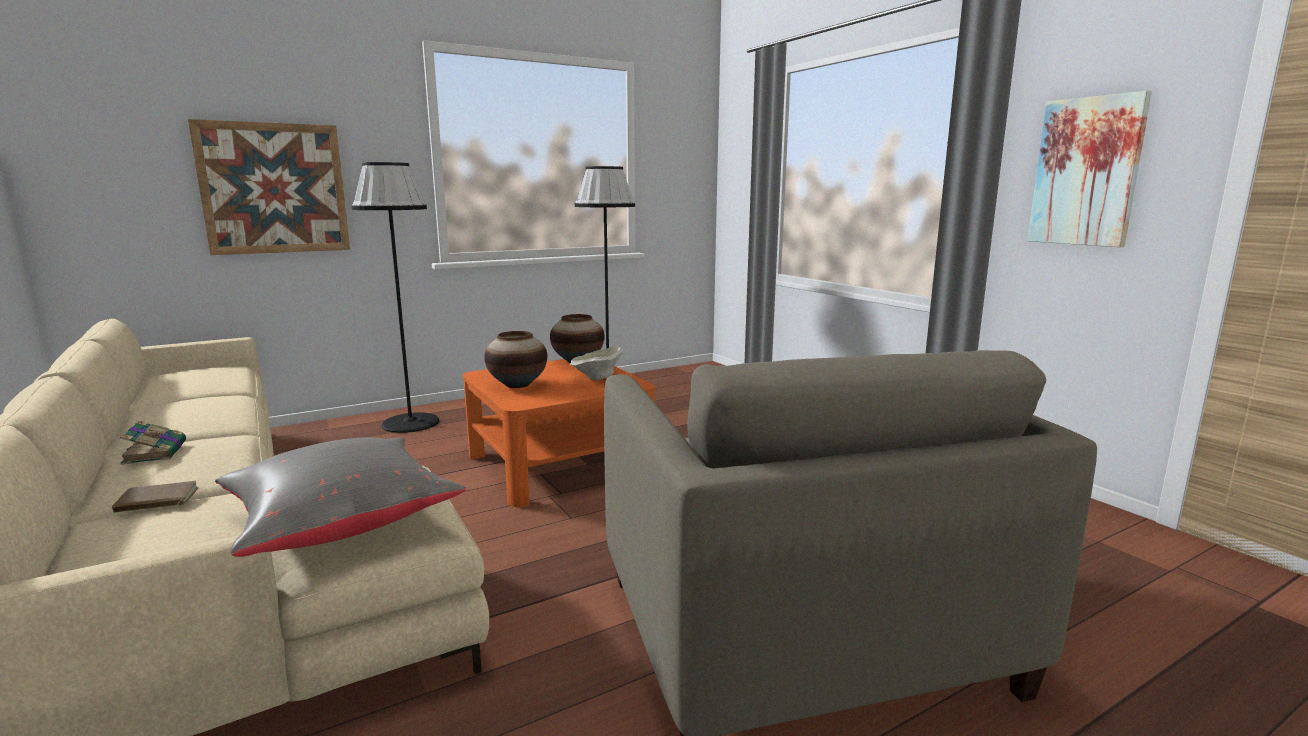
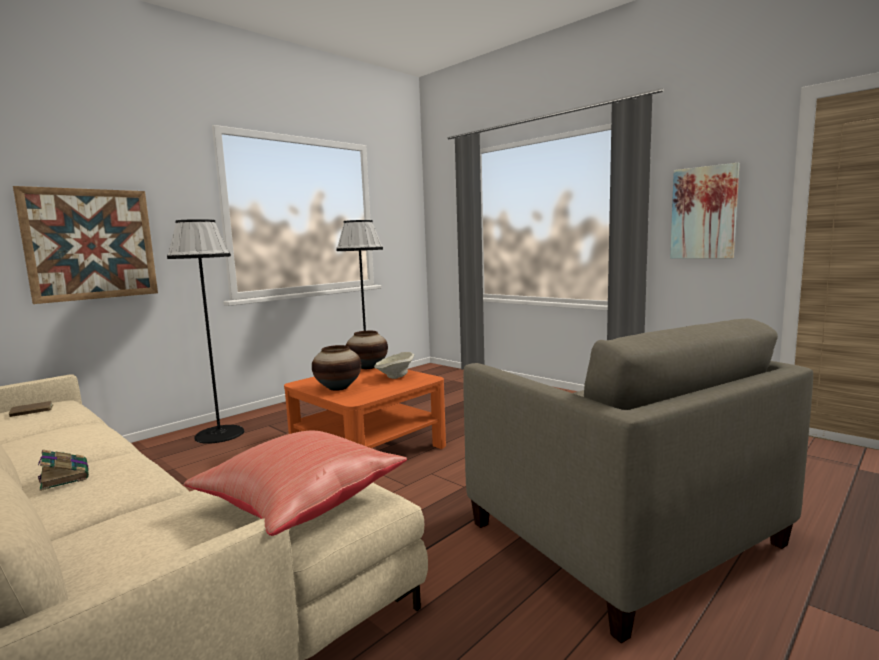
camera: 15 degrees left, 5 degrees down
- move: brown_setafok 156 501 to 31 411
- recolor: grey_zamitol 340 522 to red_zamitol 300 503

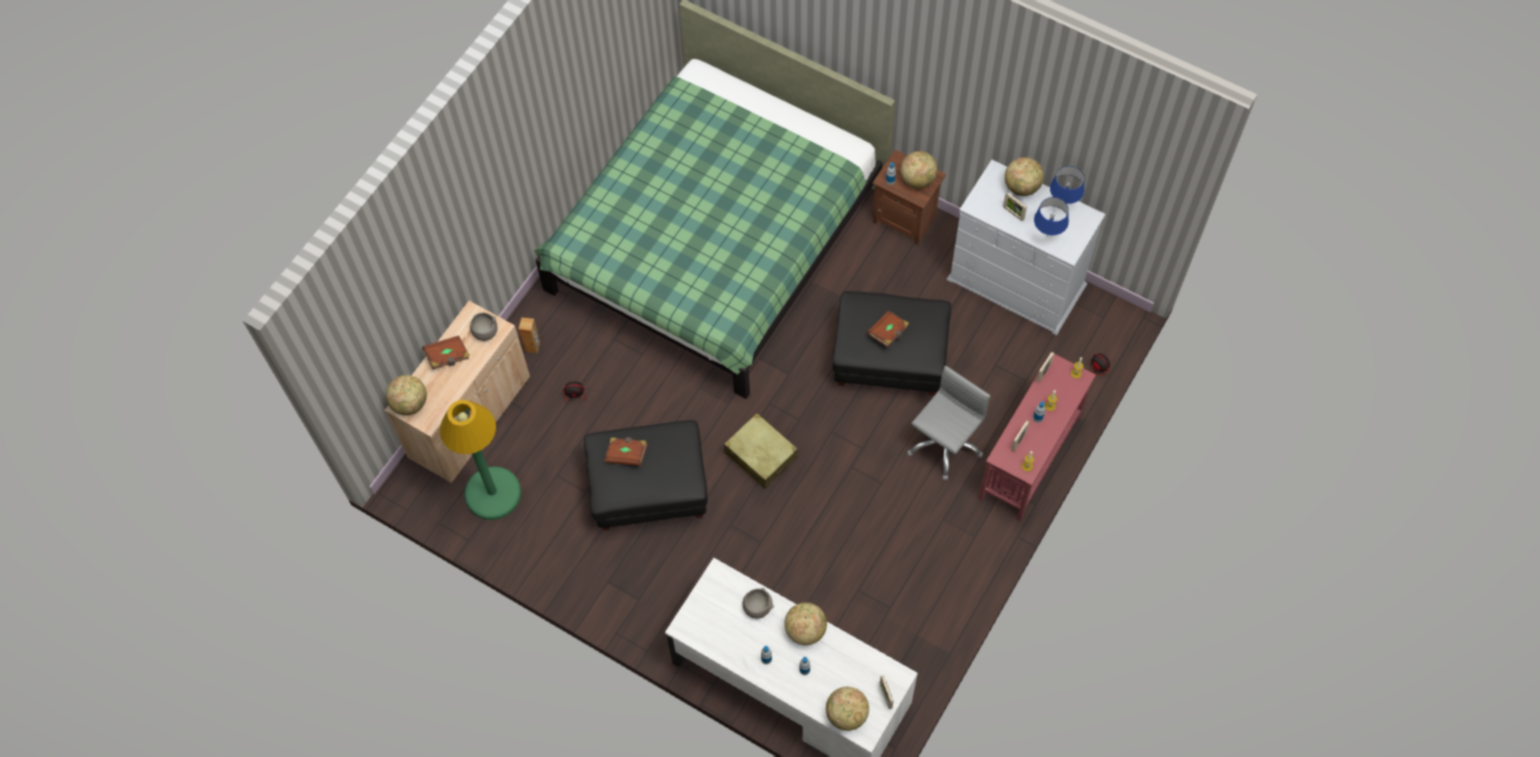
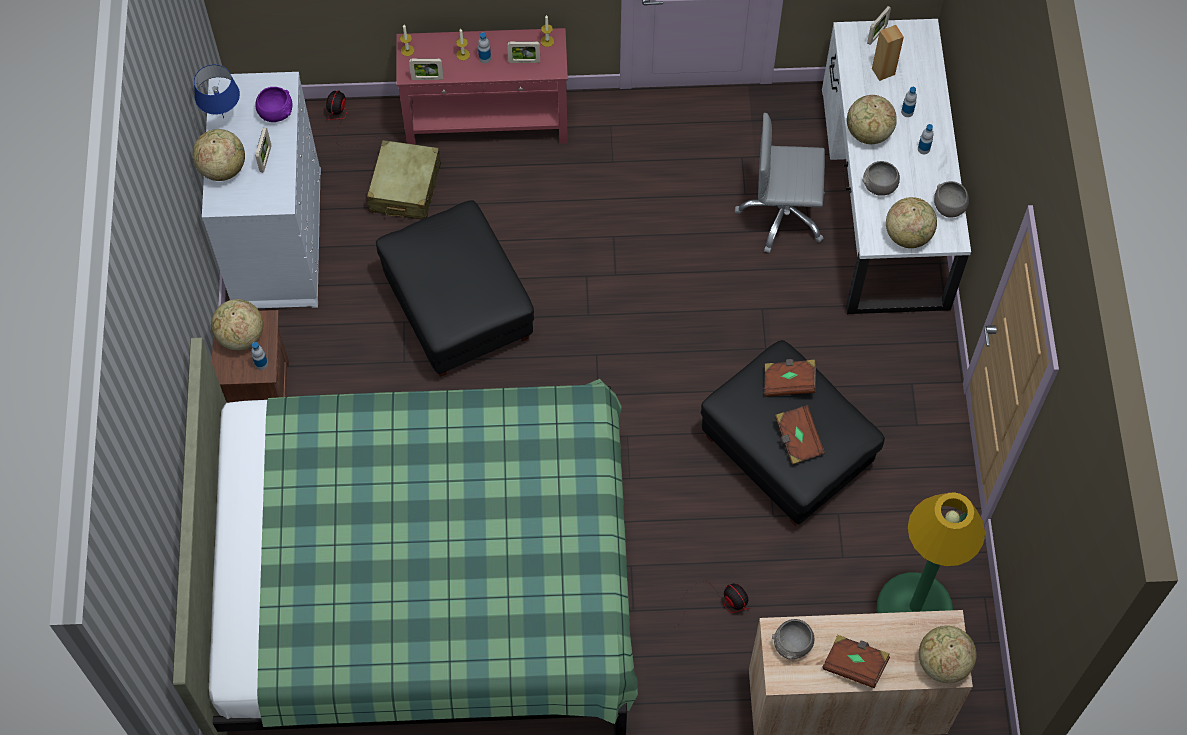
camera: 125 degrees left, 0 degrees up
- insert: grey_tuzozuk 948 206
- move: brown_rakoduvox 533 346 to 883 71
- move: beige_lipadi 760 455 to 405 188
- move: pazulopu 847 714 to 908 235
- move: brown_setafok 888 333 to 789 382
- move: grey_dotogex 944 444 to 782 214
- replace: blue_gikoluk 1047 236 to purple_tuzozuk 276 112

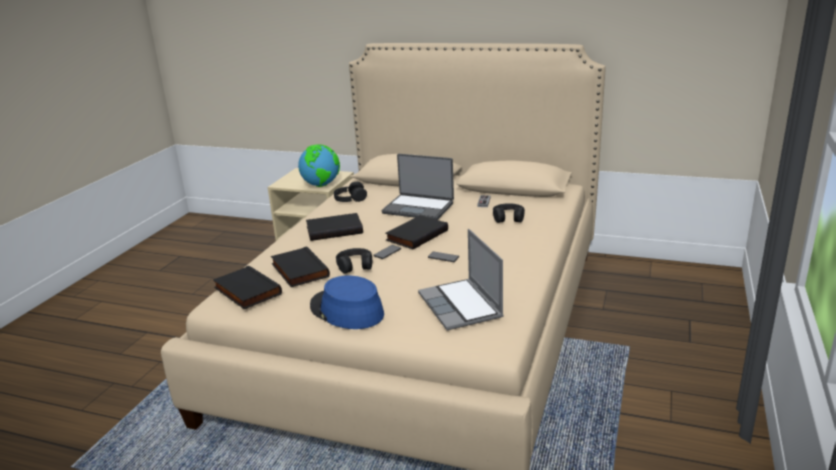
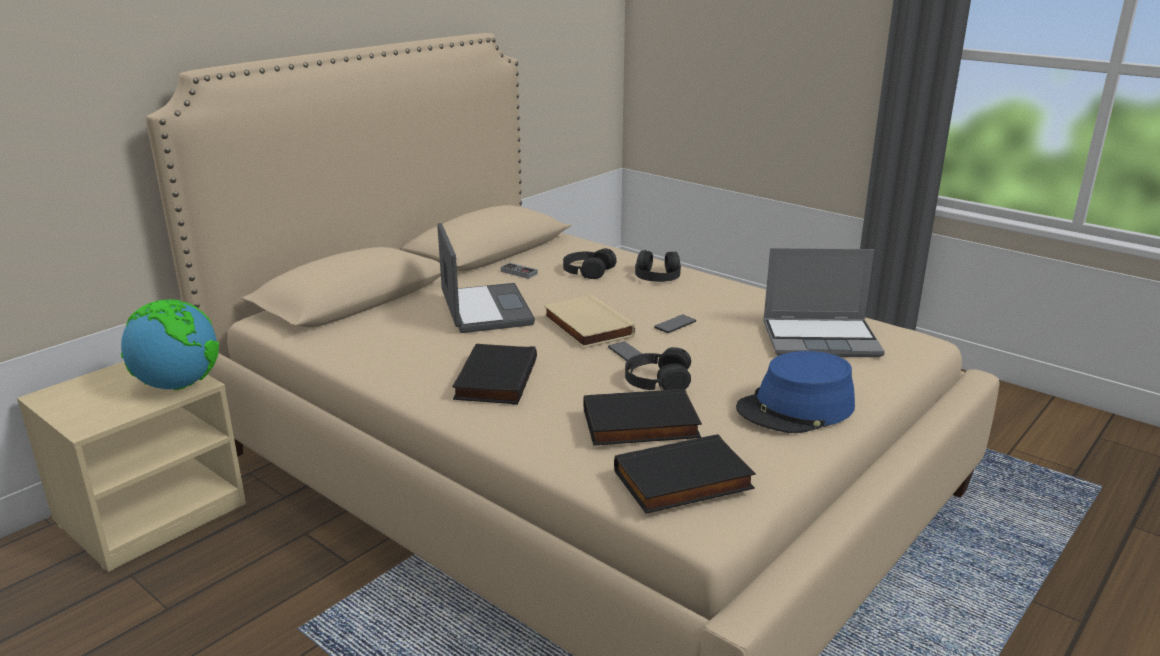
camera: 70 degrees left, 0 degrees up
- move: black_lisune 350 198 to 657 275
- recolor: black_setafok 416 235 to beige_setafok 585 327
- rotate: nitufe 419 208 = 484 310 60 degrees counterclockwise

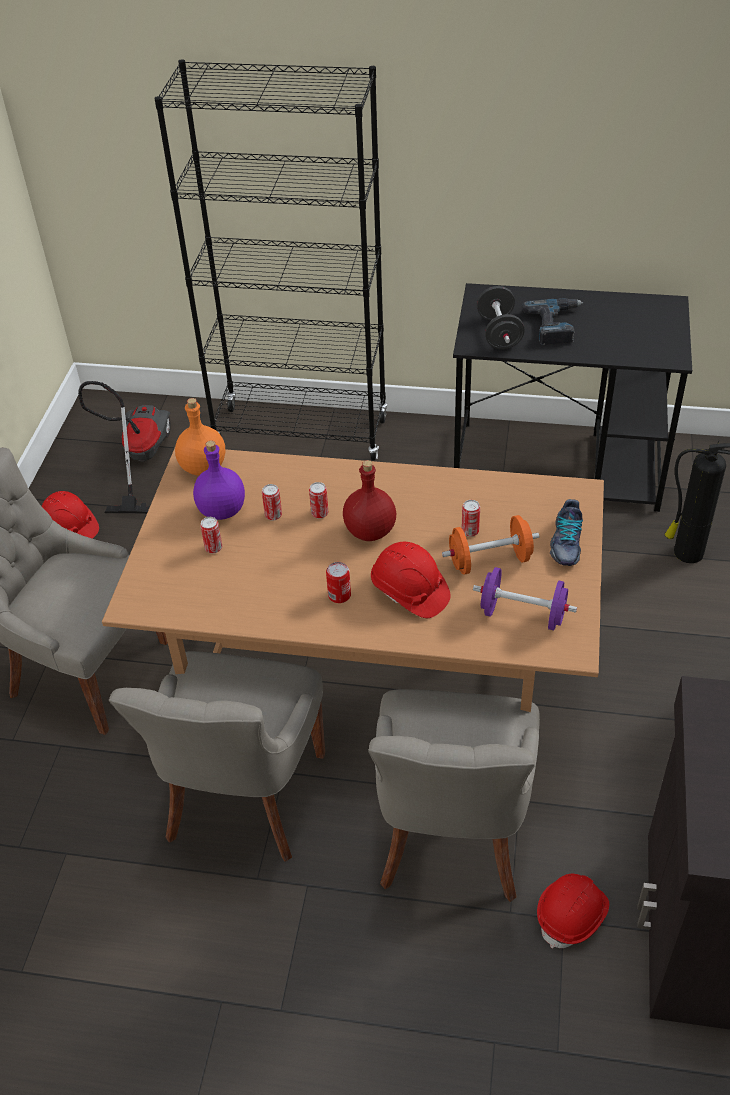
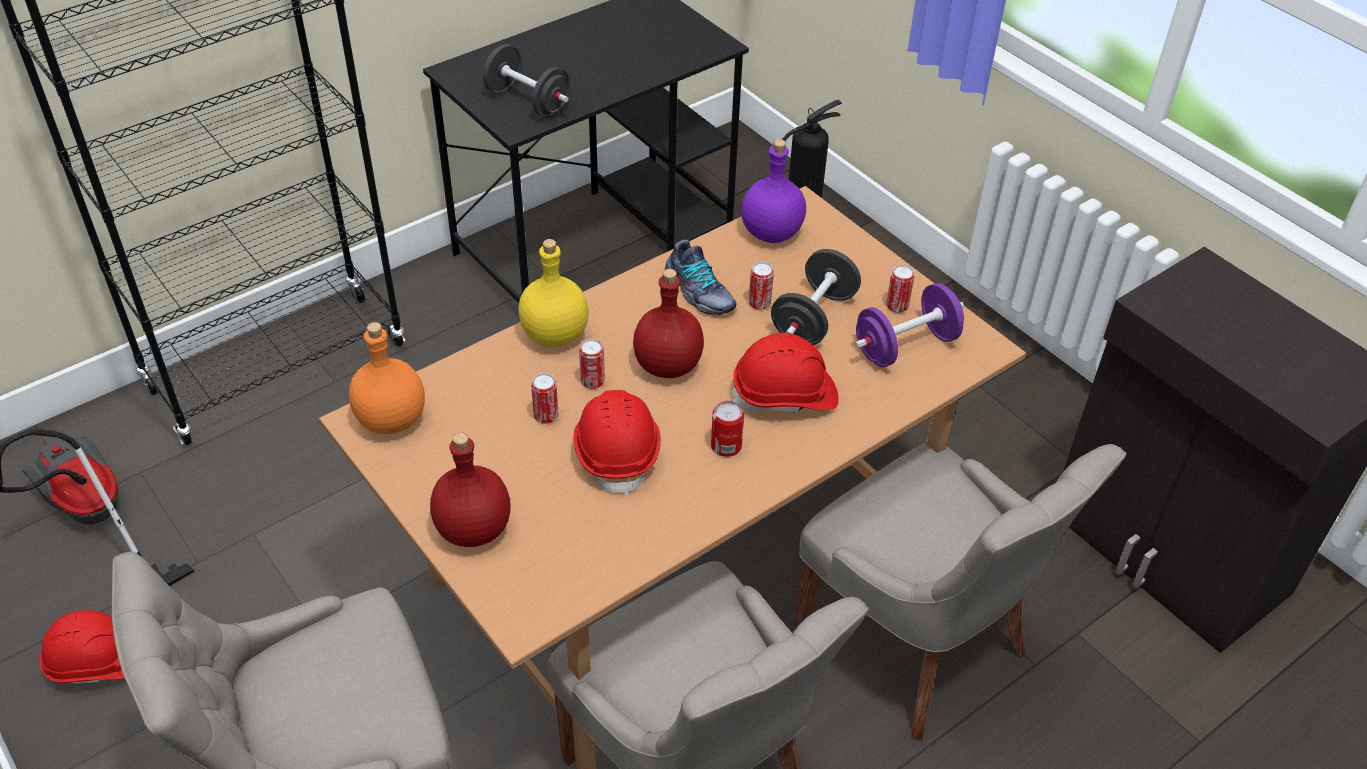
camera: 50 degrees left, 0 degrees up
- delete: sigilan 556 325
- insert: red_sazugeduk 473 530
- insert: yellow_sazugeduk 555 336
- move: purple_sazugeduk 221 511 to 772 233
- move: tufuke 213 548 to 897 306
- move: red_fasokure 572 915 to 617 452
- move: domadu 565 543 to 698 293
- recolor: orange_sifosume 489 561 to black_sifosume 813 318

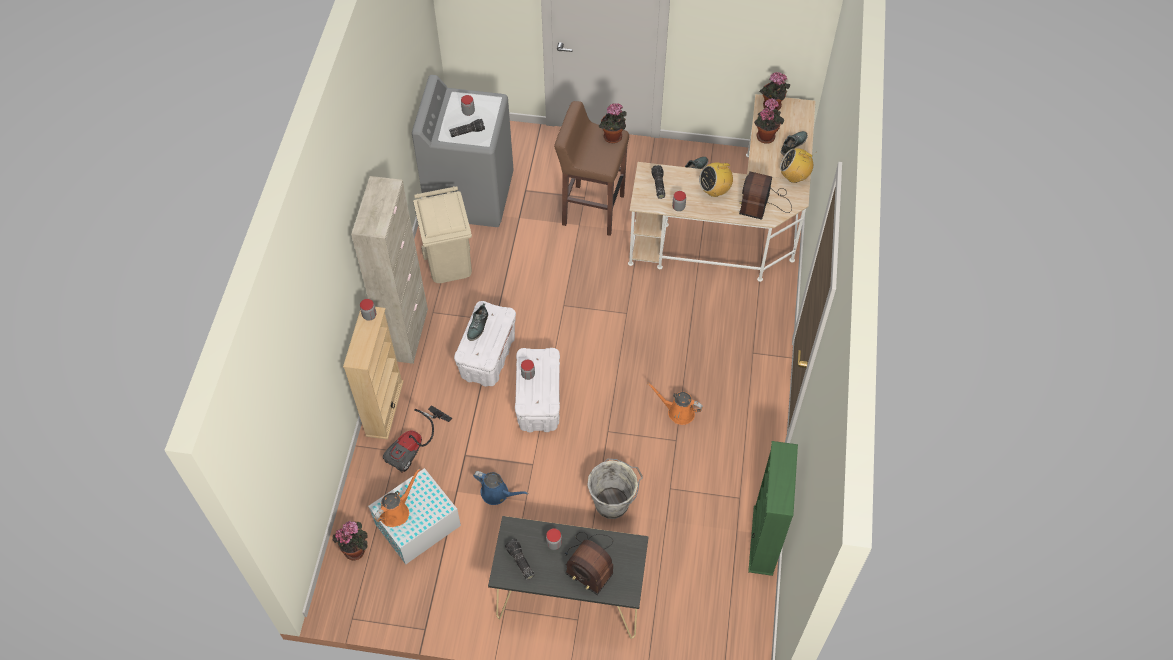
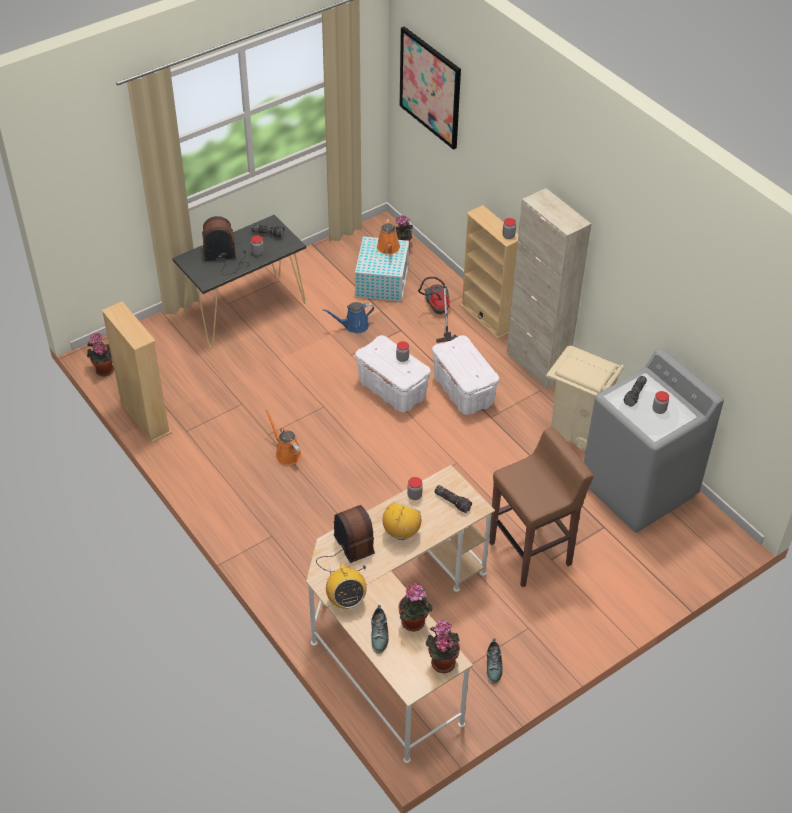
camera: 135 degrees right, 10 degrees down
- delete: domadu 478 326
- delete: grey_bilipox 613 503
- insert: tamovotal 430 87
- move: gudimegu 613 138 to 103 369
- recolor: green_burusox 763 540 to beige_burusox 145 418
- rotate: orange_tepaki 678 412 = 286 453 105 degrees counterclockwise
- rotate: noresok 794 176 = 346 600 105 degrees clockwise

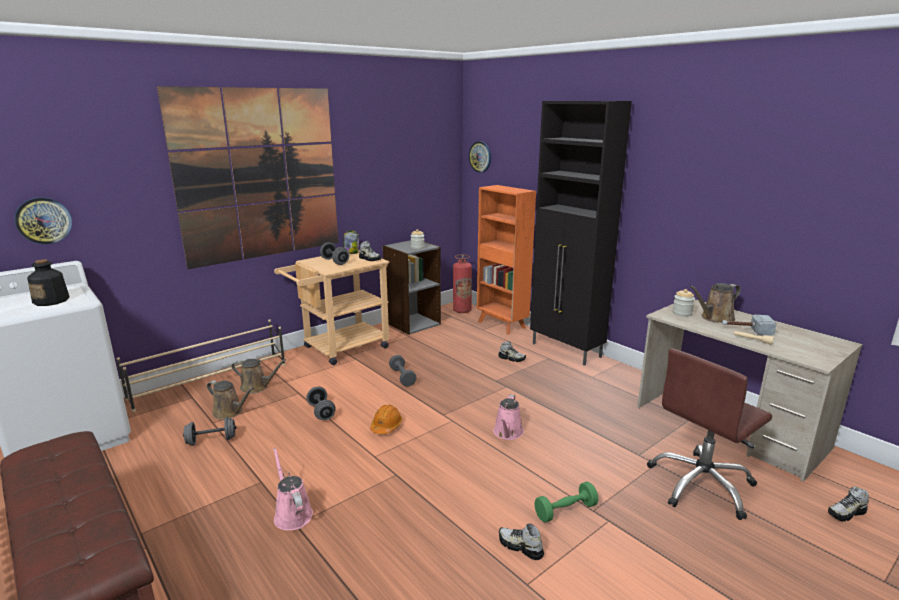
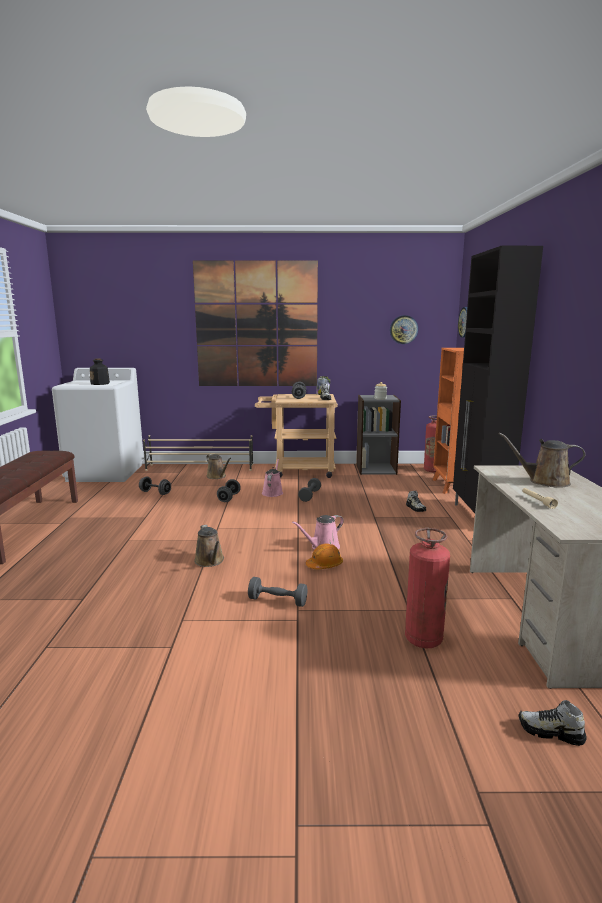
camera: 40 degrees right, 5 degrees down
- delete: domadu 520 547
- delete: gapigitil 682 313
- delete: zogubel 746 330
- move: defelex 43 220 to 403 329
- move: brown_tepaki 230 412 to 210 561
- move: pink_tepaki 292 514 to 272 492
- move: orange_fasokure 386 426 to 324 565
- replace: brown_dotogex 701 485 to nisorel 423 639
- recolor: green_sifosume 565 511 to grey_sifosume 277 601

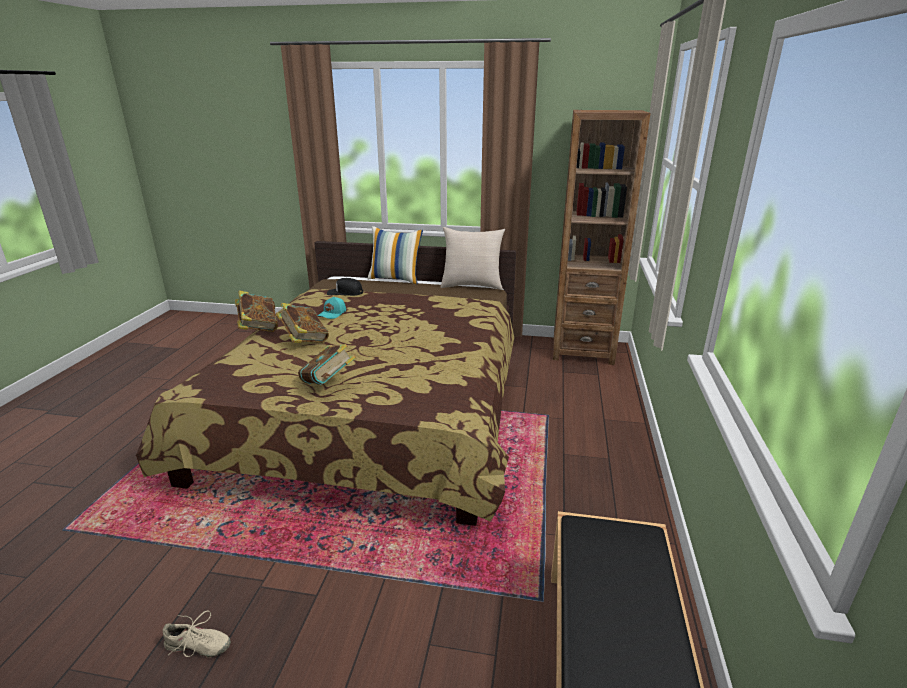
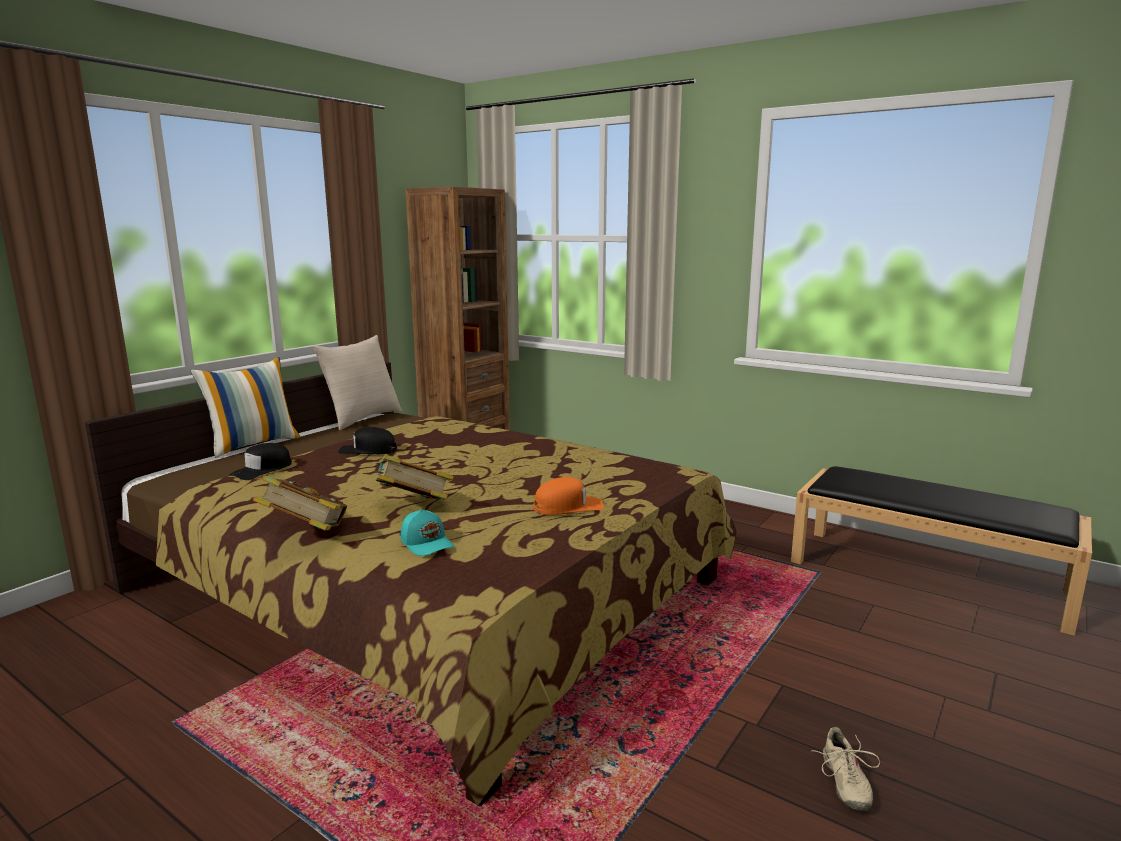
camera: 65 degrees left, 10 degrees down
- insert: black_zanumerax 368 450
- move: turquoise_zanumerax 332 314 to 427 543
- replace: setafok 328 384 to orange_zanumerax 568 507
- rotate: beige_domadu 198 646 = 844 782 150 degrees clockwise

